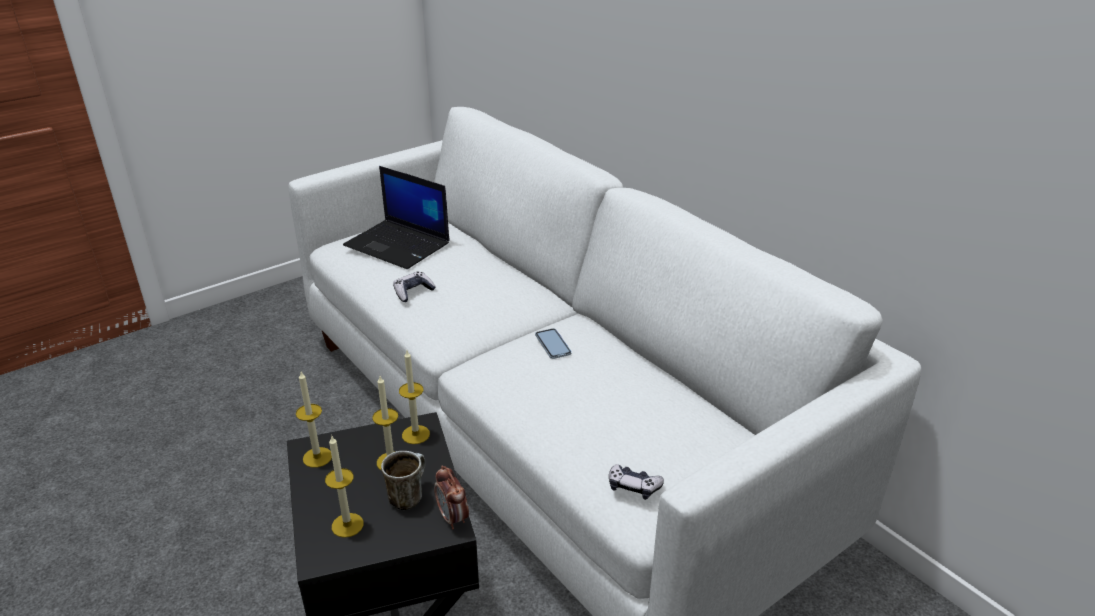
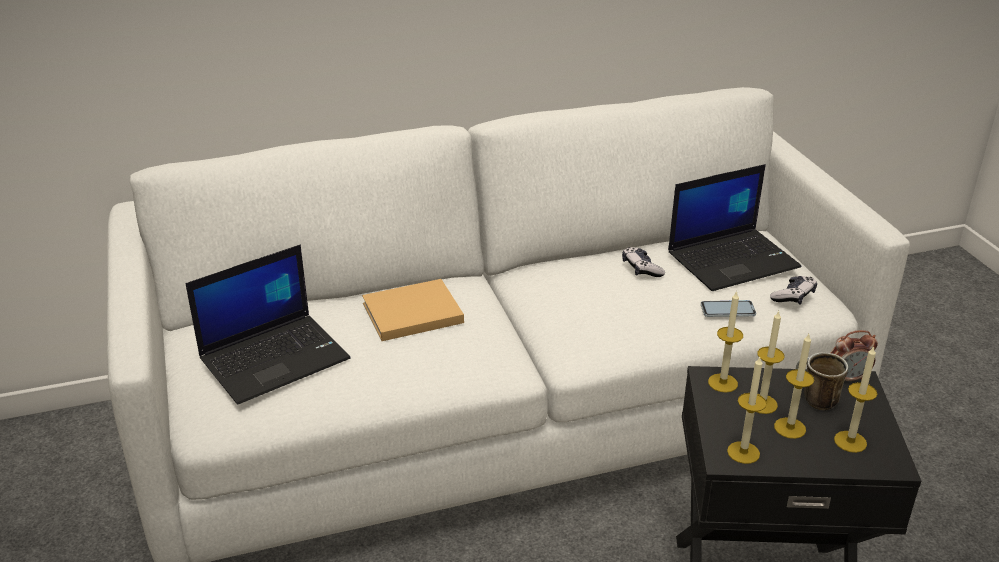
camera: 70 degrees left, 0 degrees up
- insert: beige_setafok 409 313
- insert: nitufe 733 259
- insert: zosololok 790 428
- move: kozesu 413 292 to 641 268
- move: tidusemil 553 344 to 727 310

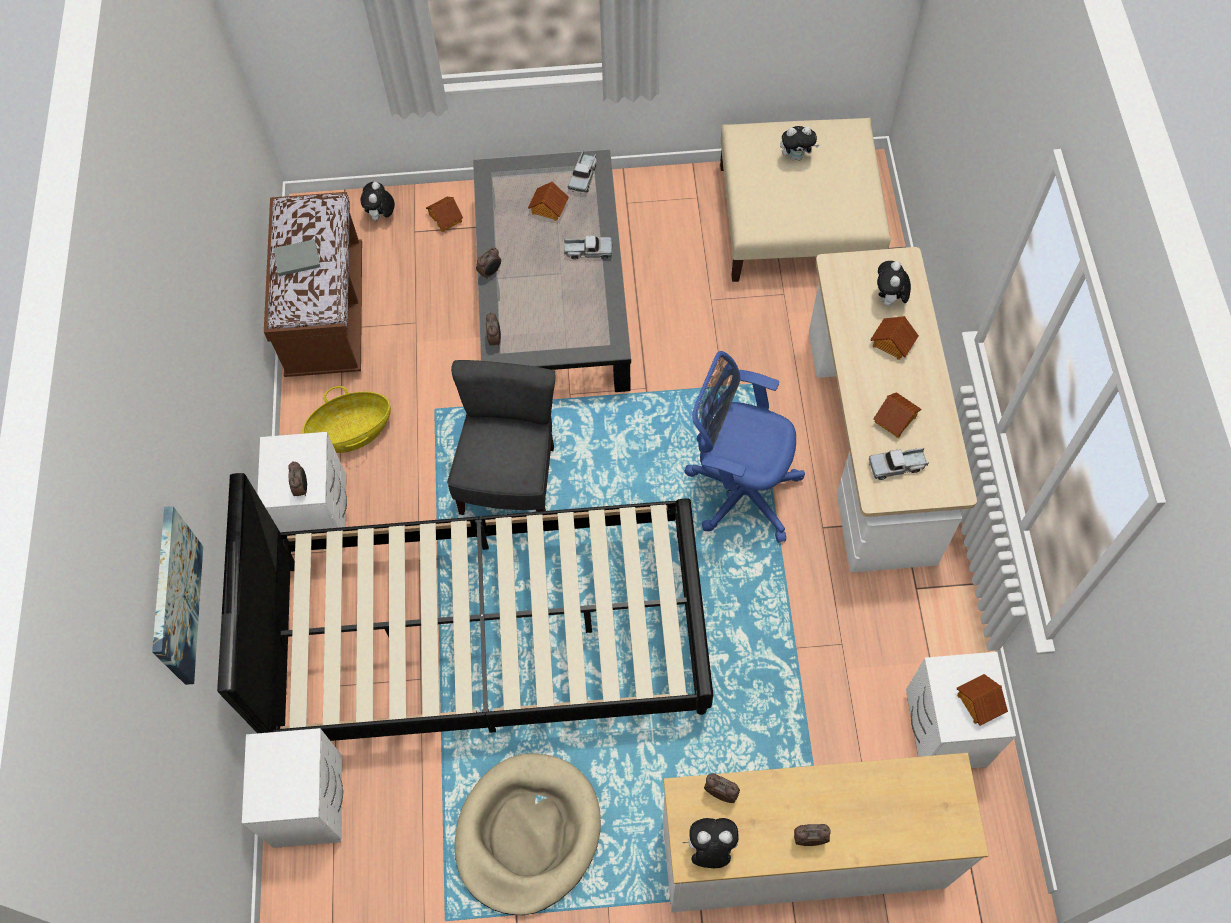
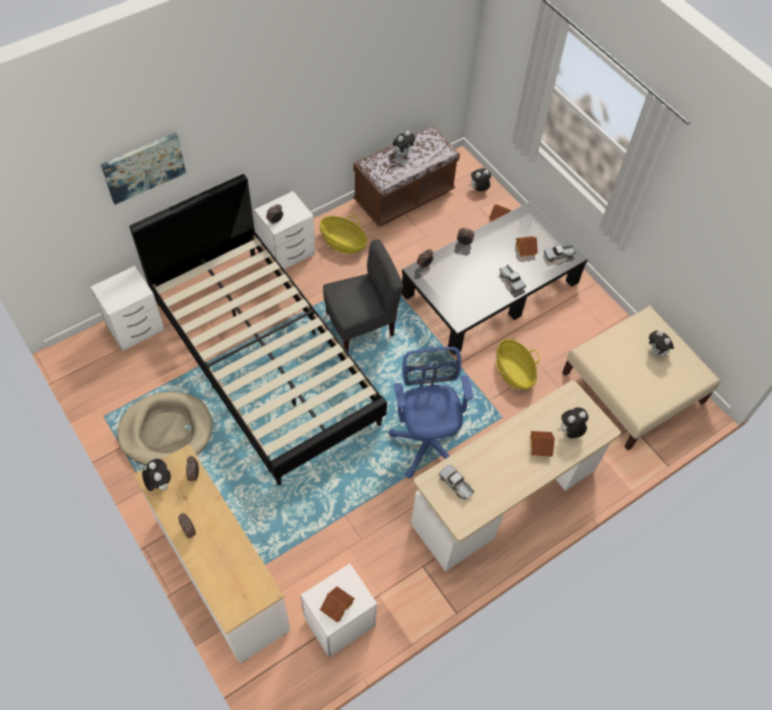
camera: 55 degrees right, 5 degrees down
- delete: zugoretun 895 419
- insert: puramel 514 372
- replace: grey_setafok 296 259 to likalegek 403 153

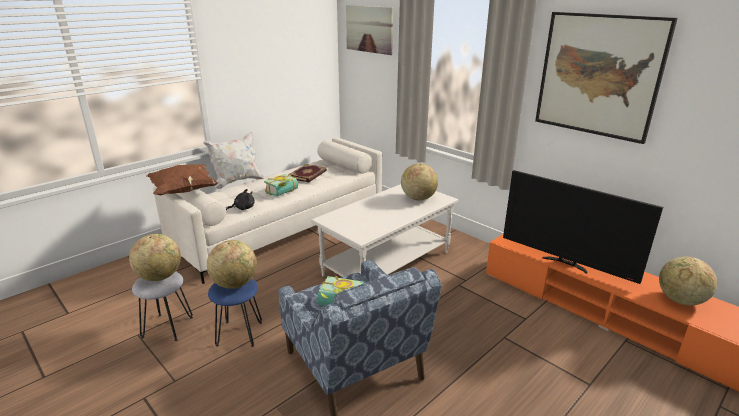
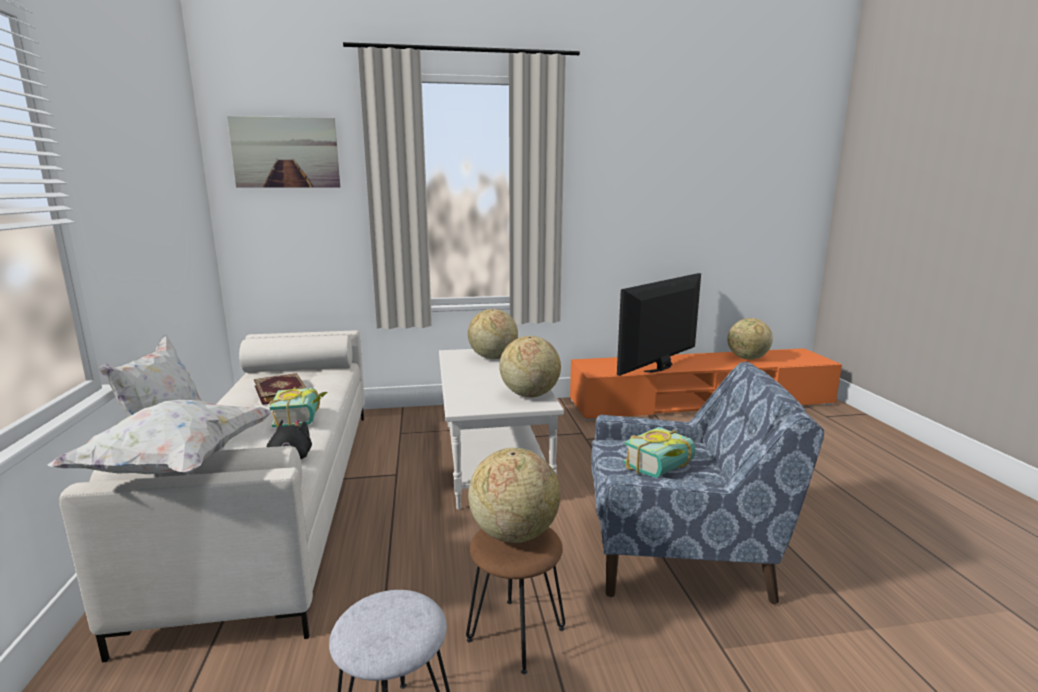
camera: 55 degrees left, 10 degrees down
- delete: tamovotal 598 75
- move: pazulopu 160 276 to 529 395
- recolor: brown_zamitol 183 191 to white_zamitol 176 465
- recolor: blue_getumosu 239 333 to brown_getumosu 515 634
- rotate: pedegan 566 263 = 661 367 150 degrees clockwise

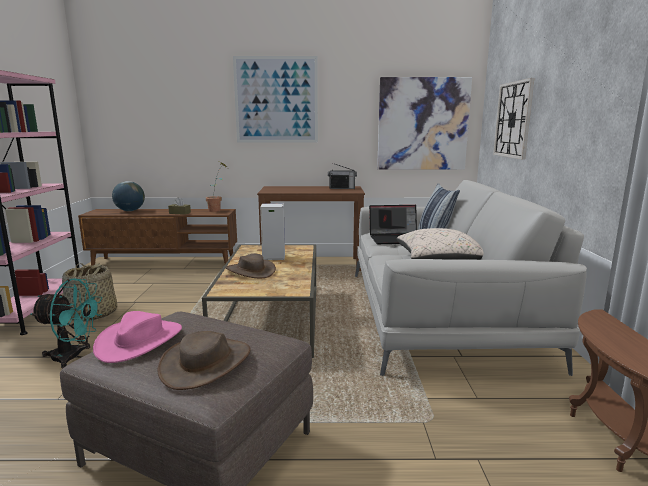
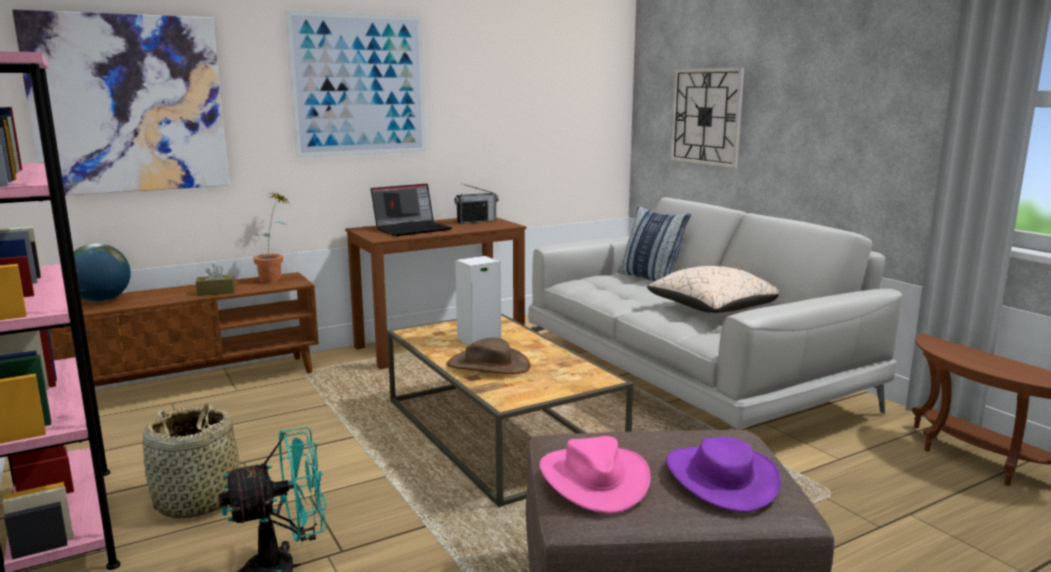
camera: 30 degrees left, 0 degrees up
- move: nitufe 396 239 to 413 229
- move: tamovotal 423 124 to 129 104
- recolor: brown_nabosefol 206 363 to purple_nabosefol 721 478

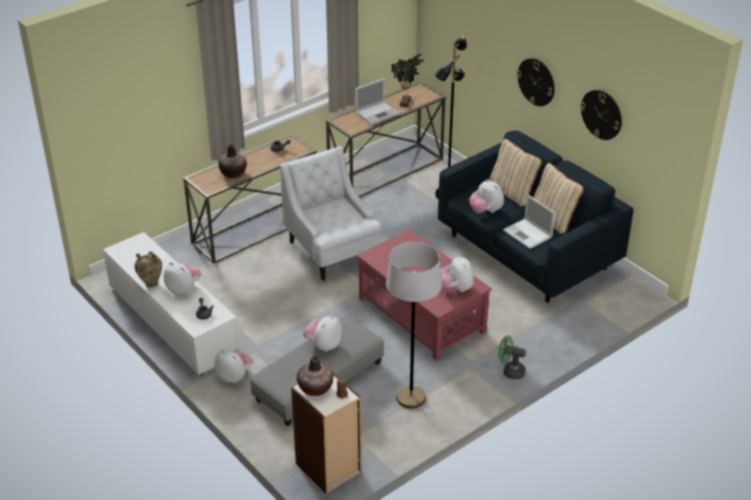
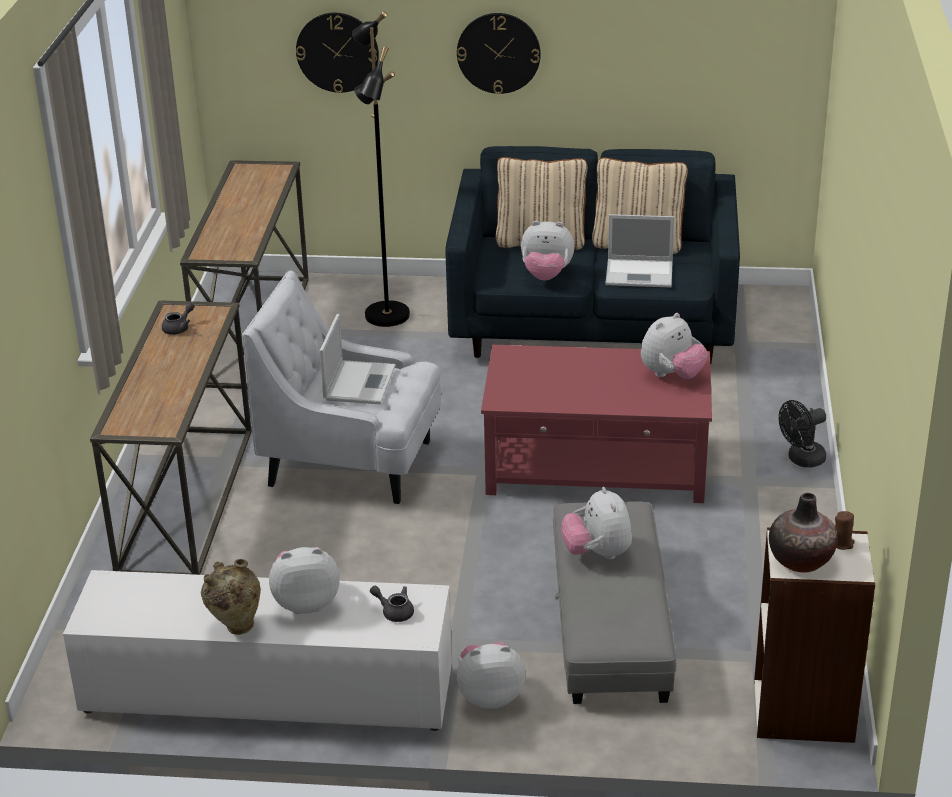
camera: 45 degrees left, 5 degrees down
- delete: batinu 233 173
- delete: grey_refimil 411 398
- delete: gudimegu 406 102
- move: nitufe 378 113 to 359 382
- move: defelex 601 114 to 337 52
- recolor: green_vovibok 510 371 to black_vovibok 801 460
- rotate: likalegek 455 288 = 672 375 75 degrees counterclockwise

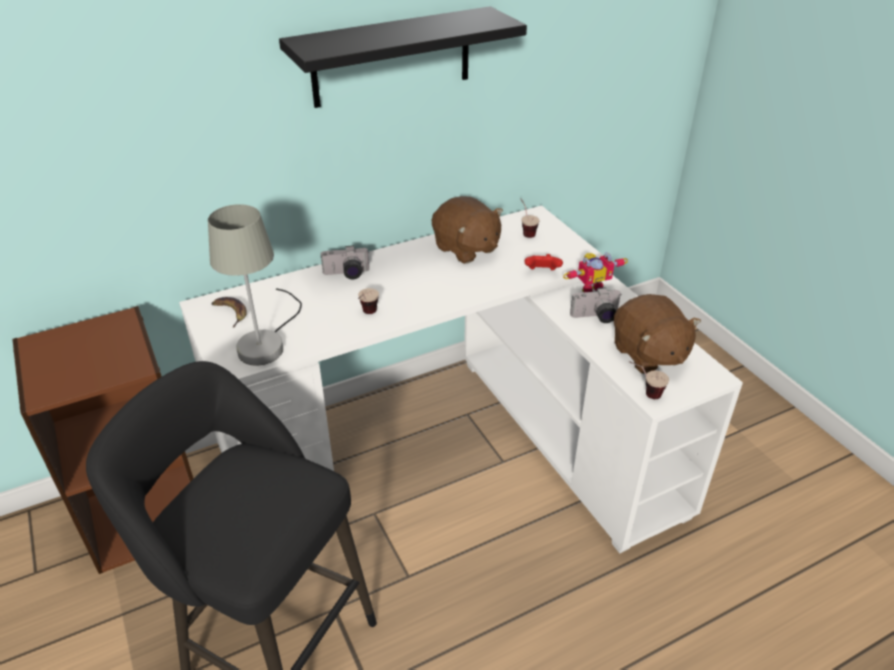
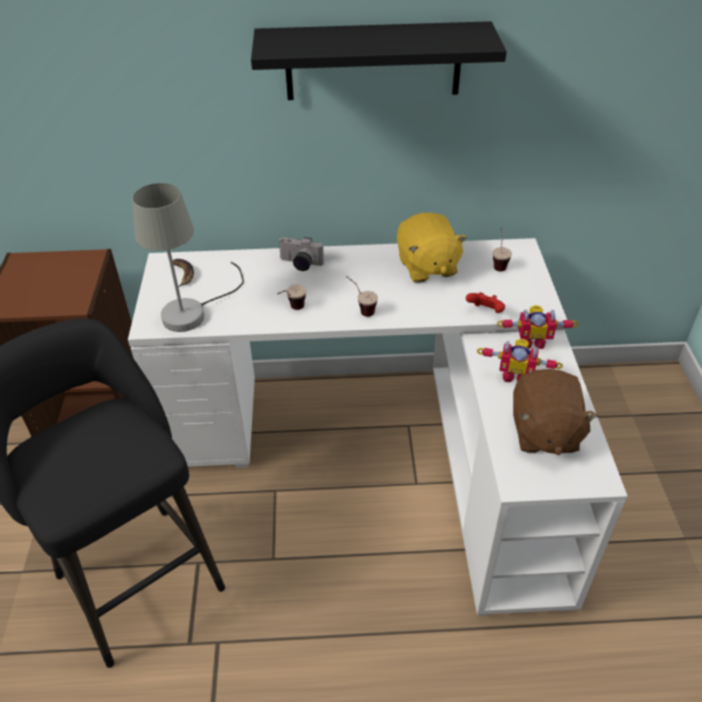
camera: 25 degrees right, 5 degrees up
- move: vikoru 644 393 to 361 309
- replace: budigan 596 317 to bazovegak 515 375
- recolor: brown_likalegek 466 249 to yellow_likalegek 426 267

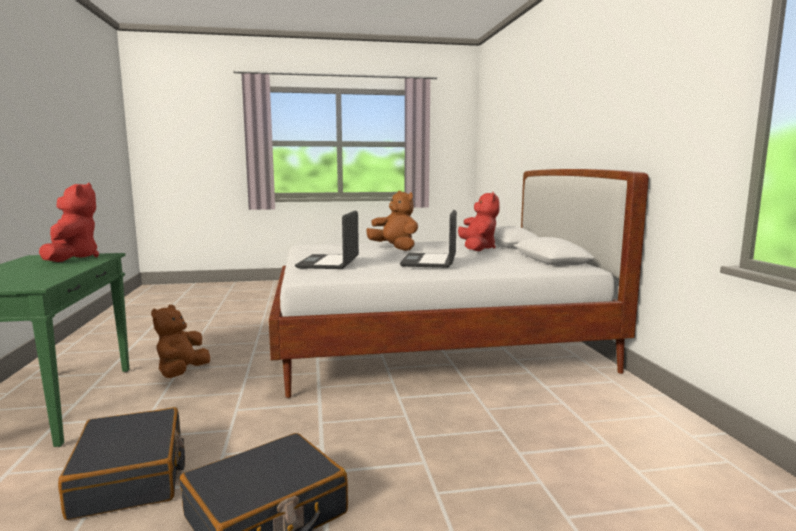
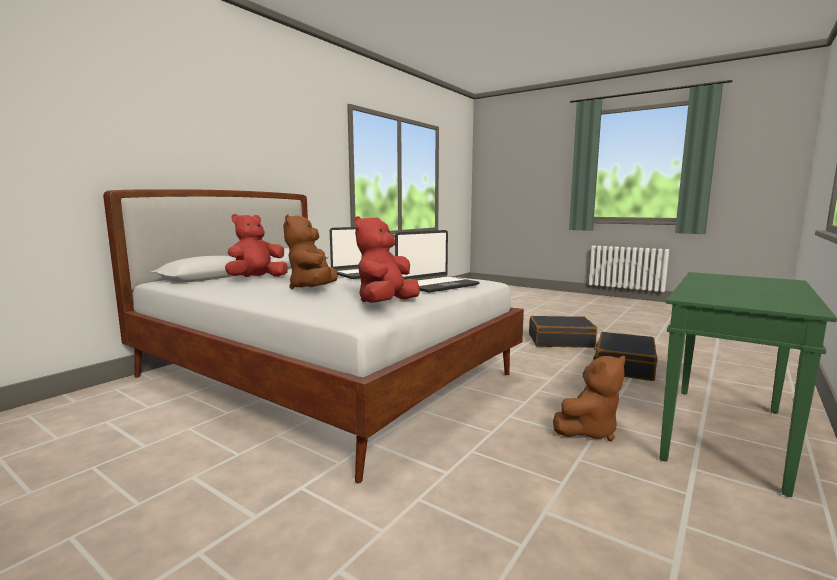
camera: 135 degrees left, 0 degrees up
- move: red_likalegek 72 258 to 386 304

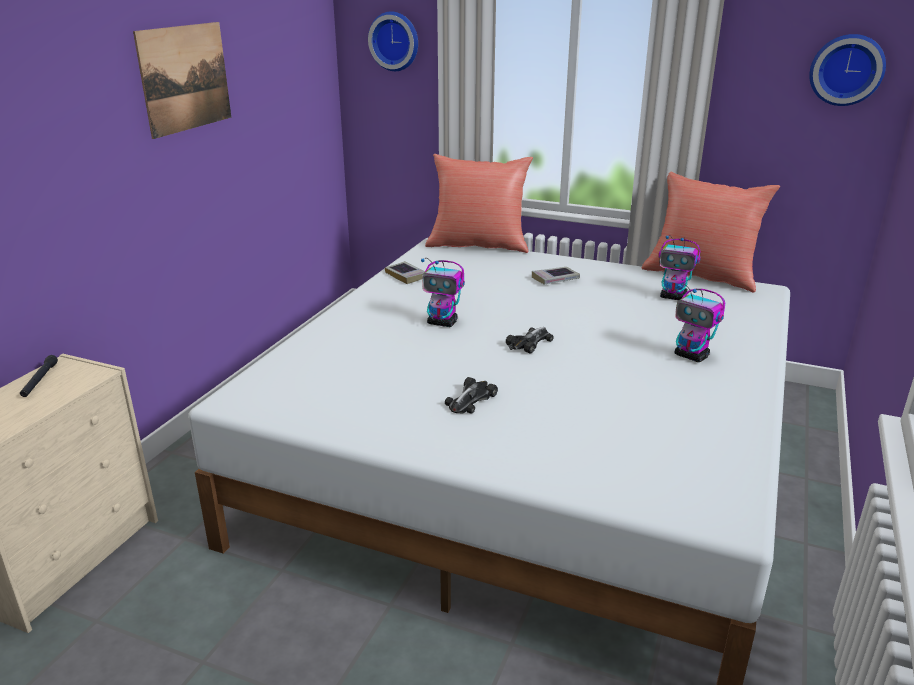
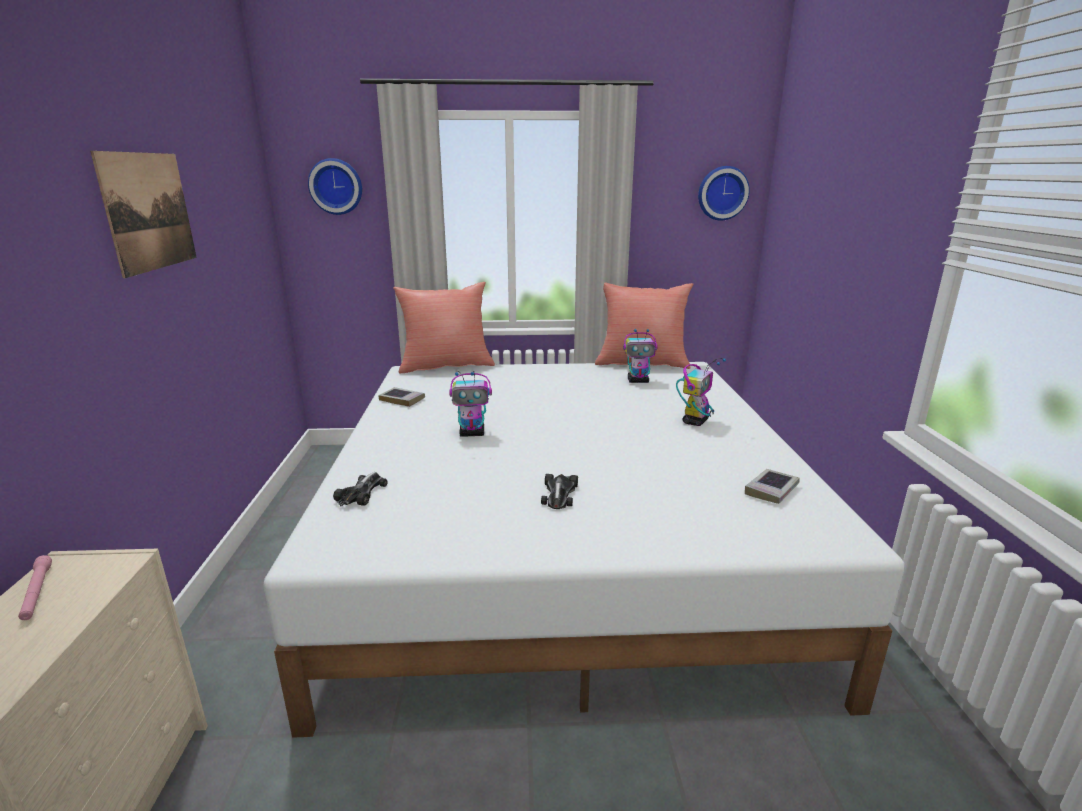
camera: 25 degrees left, 5 degrees down
- move: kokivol 530 343 to 362 493
- move: setafok 555 279 to 771 490
- recolor: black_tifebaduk 39 380 to pink_tifebaduk 37 593
- rotate: bazovegak 692 356 = 695 421 75 degrees counterclockwise

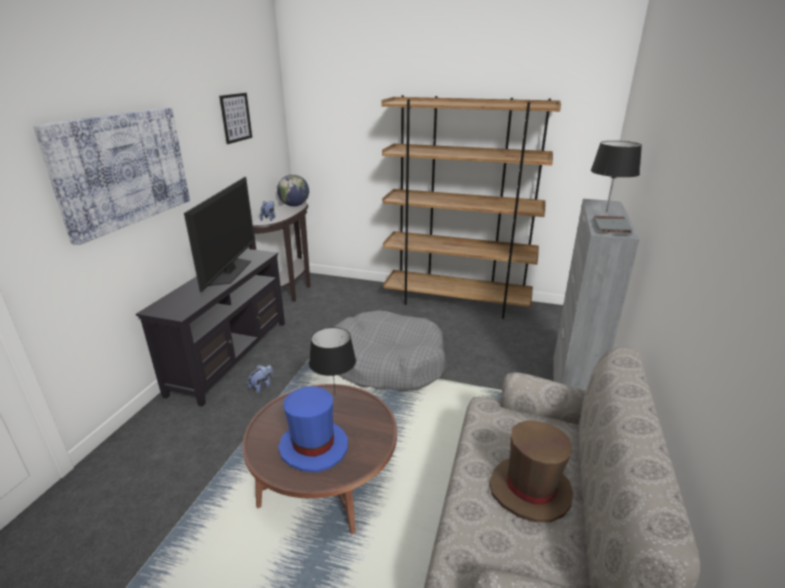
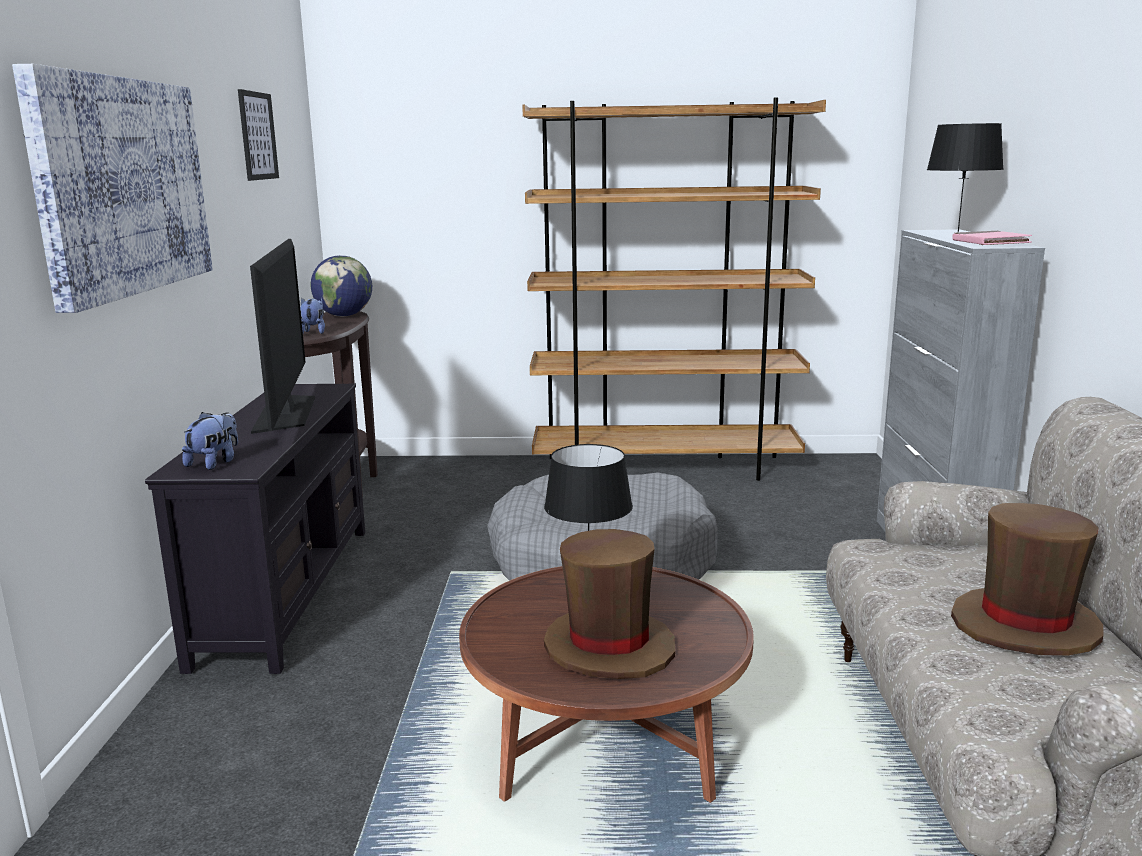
camera: 15 degrees left, 10 degrees down
- move: likalegek 262 386 to 215 463
- recolor: blue_nabosefol 314 446 to brown_nabosefol 609 647
- recolor: grey_setafok 611 227 to pink_setafok 990 243

